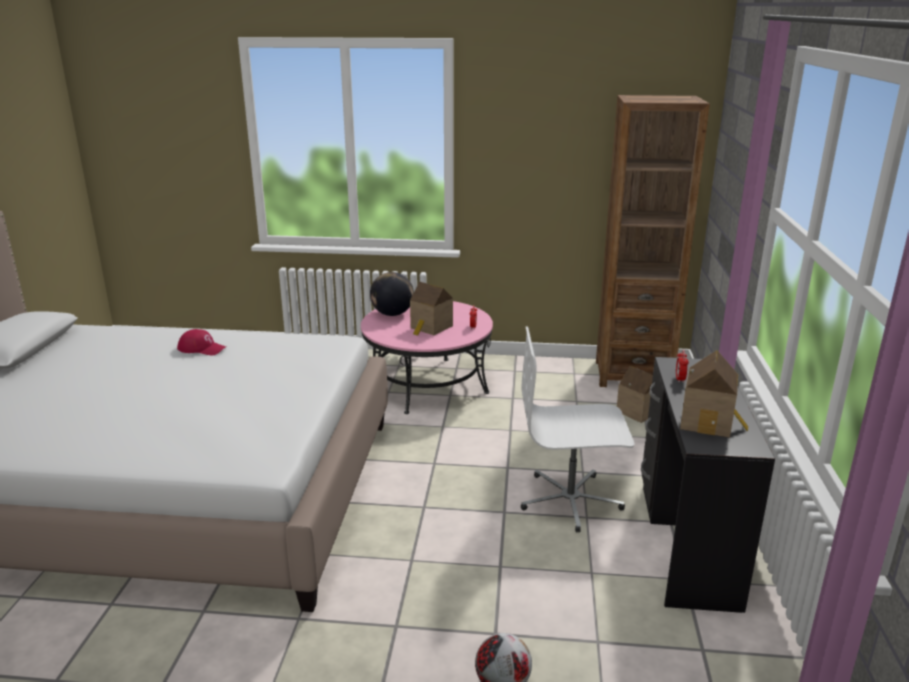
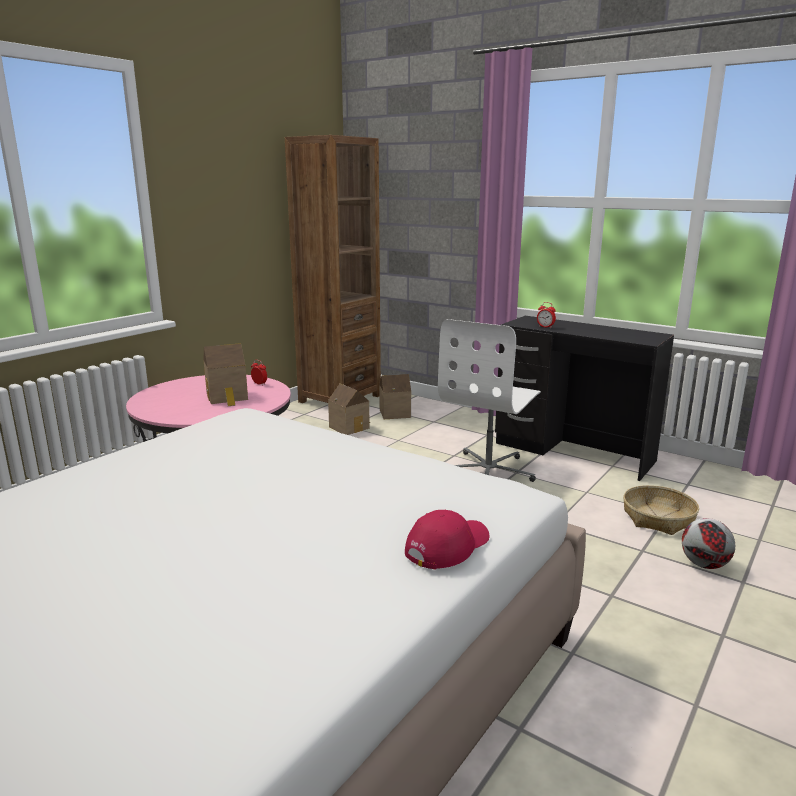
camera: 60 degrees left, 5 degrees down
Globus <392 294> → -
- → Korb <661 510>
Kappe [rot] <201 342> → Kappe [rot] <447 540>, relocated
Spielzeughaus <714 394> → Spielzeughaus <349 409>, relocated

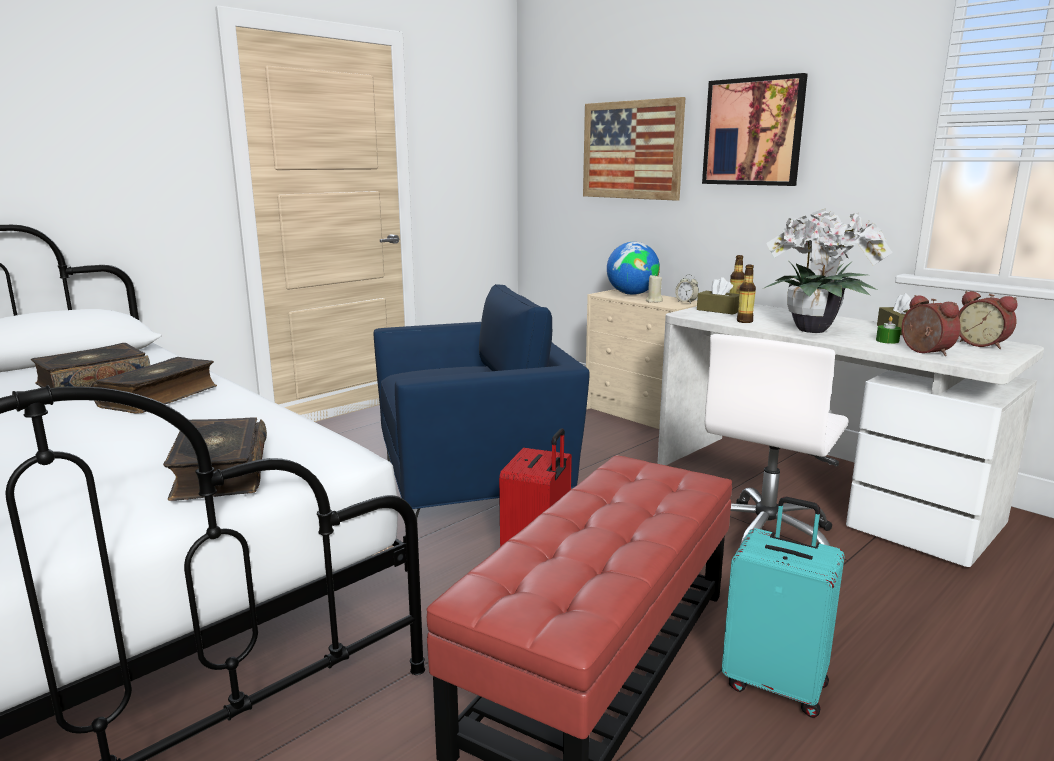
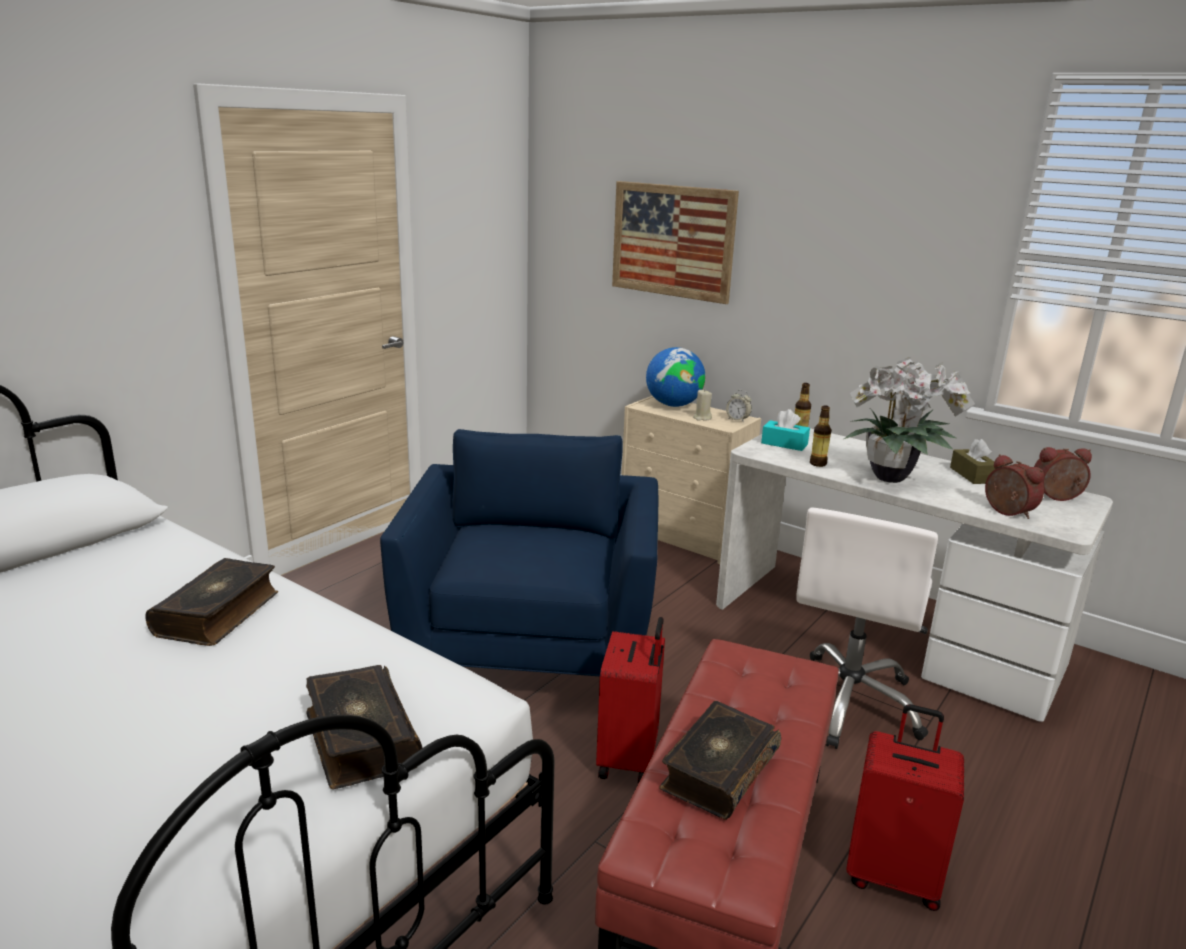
camera: 10 degrees left, 5 degrees up
Bild <755 129> → -
Kerze [grün] <888 330> → -
Buch <90 365> → Buch <720 760>, relocated
Taschentuchbox [braun] <718 295> → Taschentuchbox [türkis] <785 430>
Koffer [türkis] <783 607> → Koffer [rot] <905 807>
Sessel [blau] <482 406> → Sessel [blau] <519 552>, 60 degrees counterclockwise
Wecker <987 320> → Wecker <1063 474>, 135 degrees clockwise

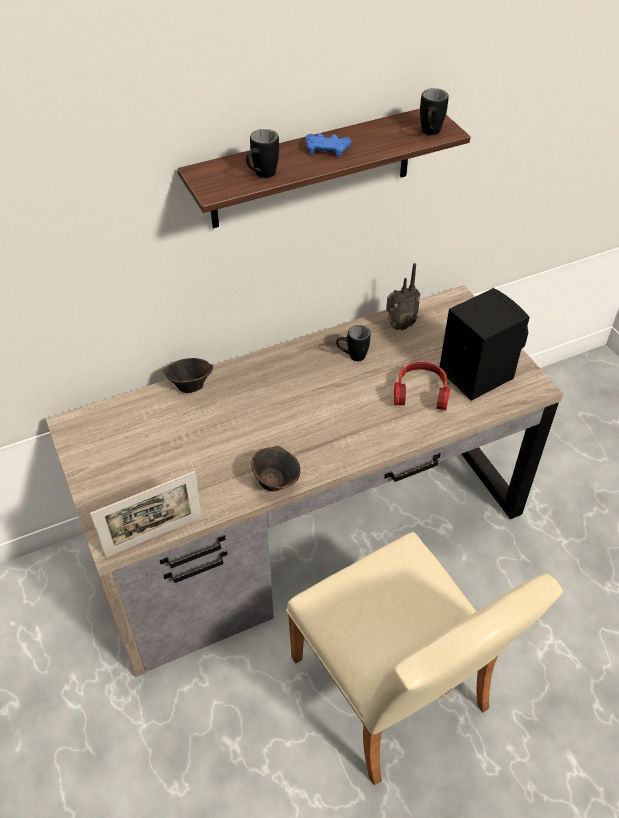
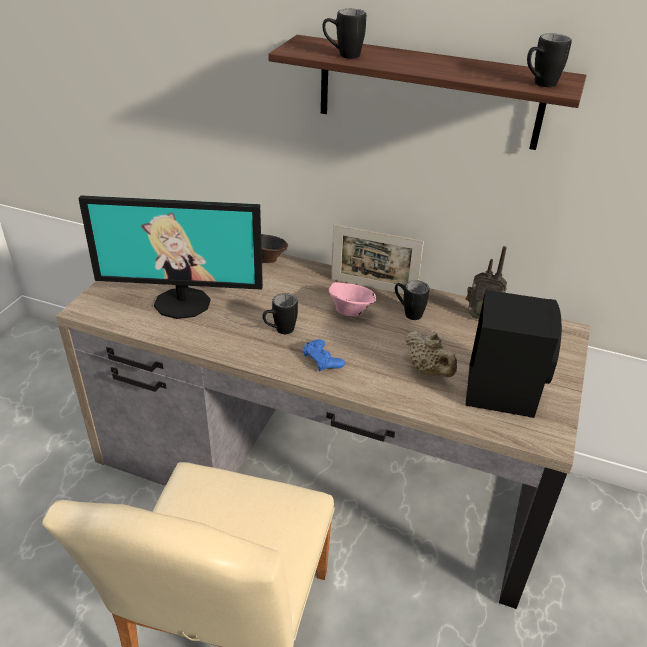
camera: 45 degrees right, 10 degrees down
Schüssel [braun] <275 468> → -
- → Monitor <170 257>
- → Henkelbecher [schwarz] <280 313>
- → Schüssel [rosa] <352 299>
Bilderrahmen <146 514> → Bilderrahmen <377 259>, relocated
Gamepad [blau] <328 145> → Gamepad [blau] <324 355>, relocated
Kopfhörer <422 385> → Teekanne [beige] <431 354>

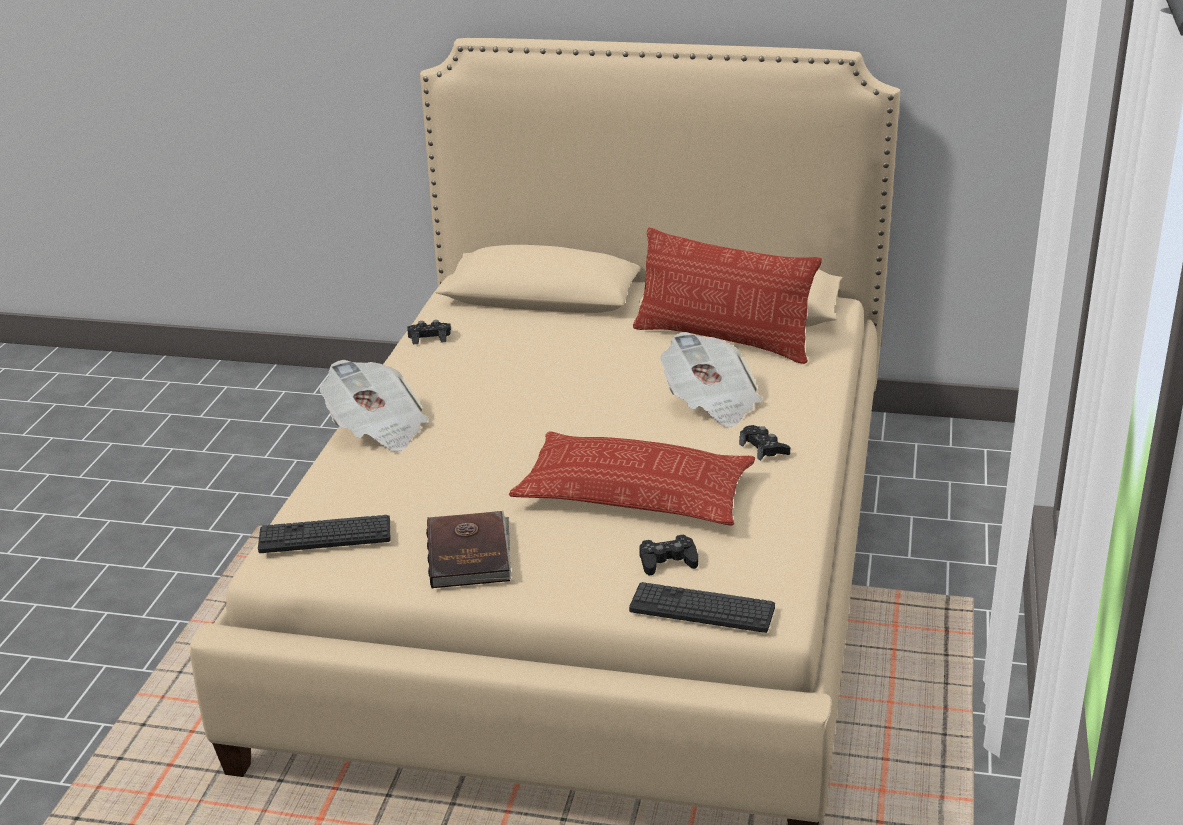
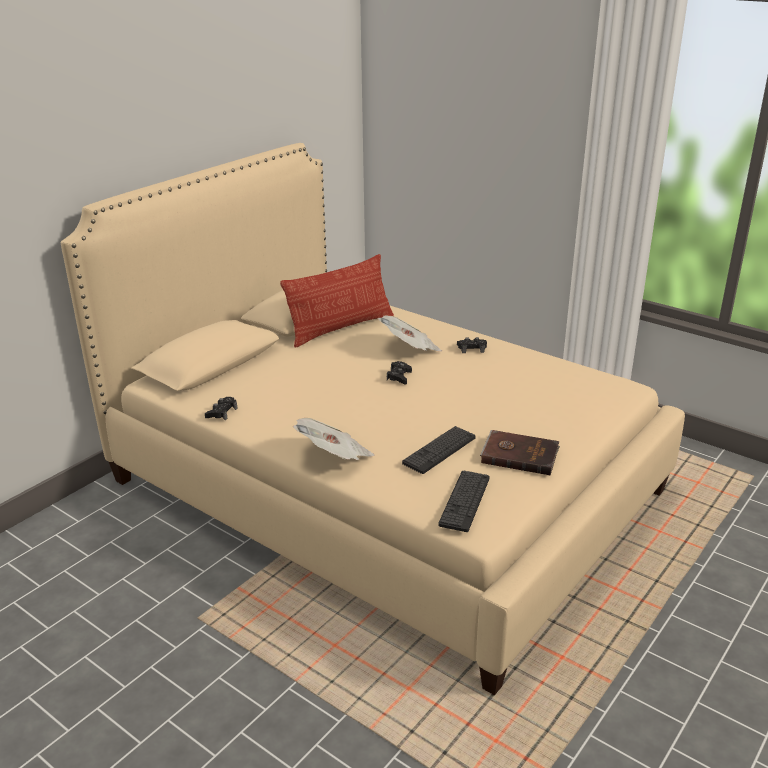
camera: 65 degrees left, 0 degrees up
Kissen <632 478> → -
Tastatur <702 607> → Tastatur <439 450>, relocated
Gamepad [schwarz] <668 555> → Gamepad [schwarz] <399 372>, relocated

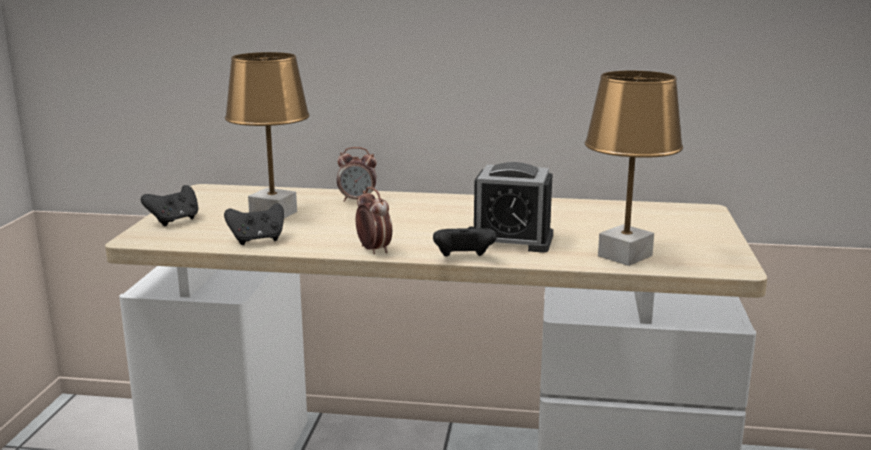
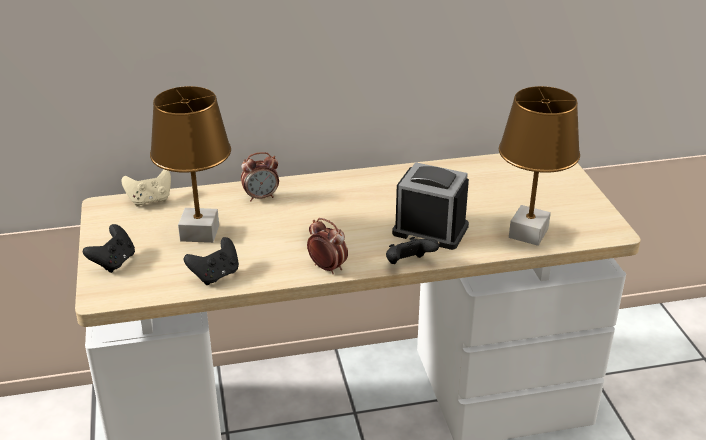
camera: 20 degrees left, 15 degrees up
- → Gamepad [beige] <146 188>
Wecker <513 207> → Wecker <430 206>, 150 degrees counterclockwise

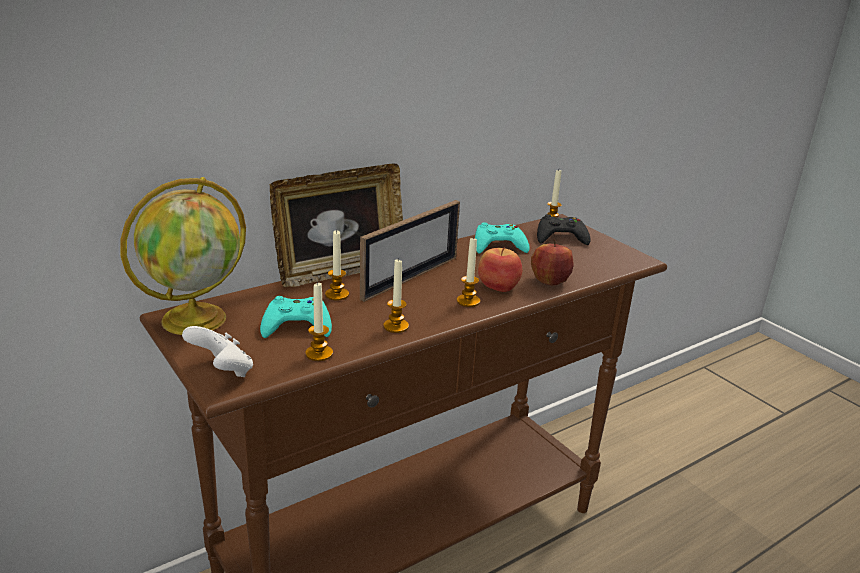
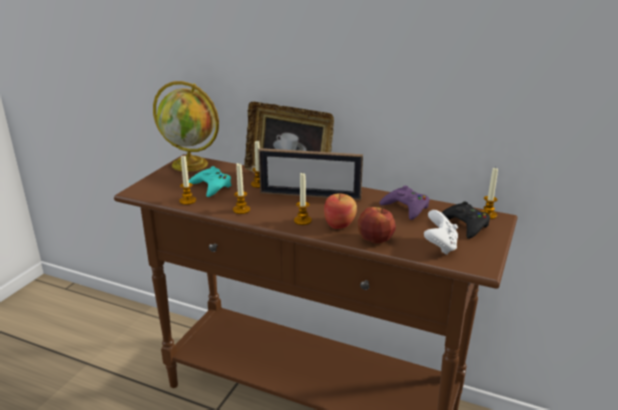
camera: 60 degrees right, 0 degrees up
Gamepad [weiß] <217 351> → Gamepad [weiß] <441 232>, relocated
Gamepad [türkis] <502 238> → Gamepad [lila] <404 203>

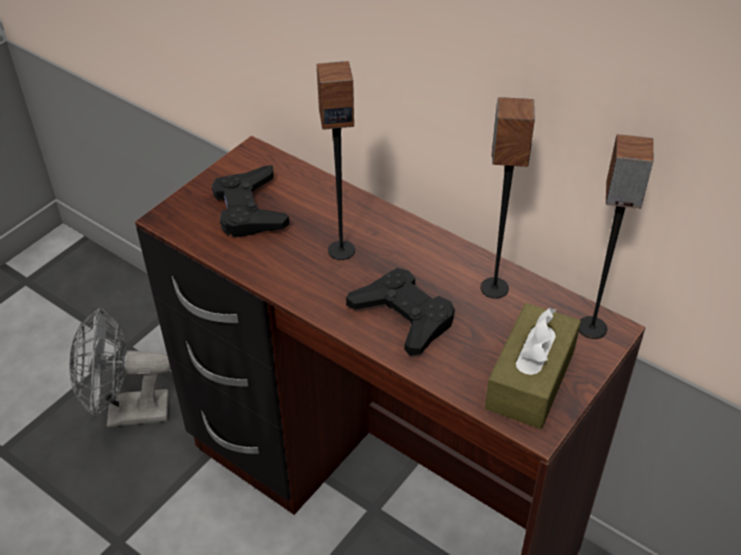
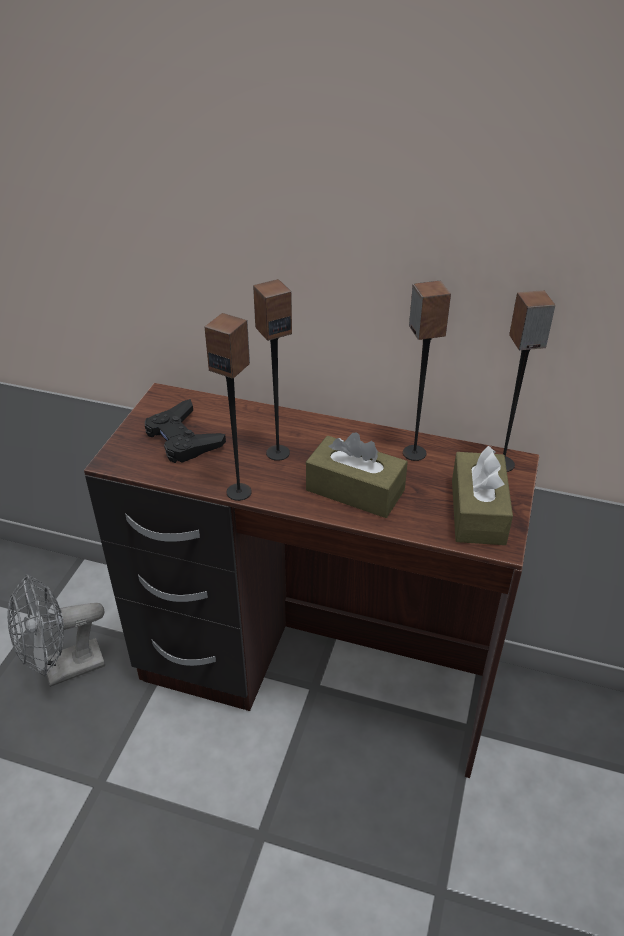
camera: 20 degrees left, 5 degrees down
- → Lautsprecher <228 407>
Gamepad [schwarz] <400 312> → Taschentuchbox [braun] <357 475>

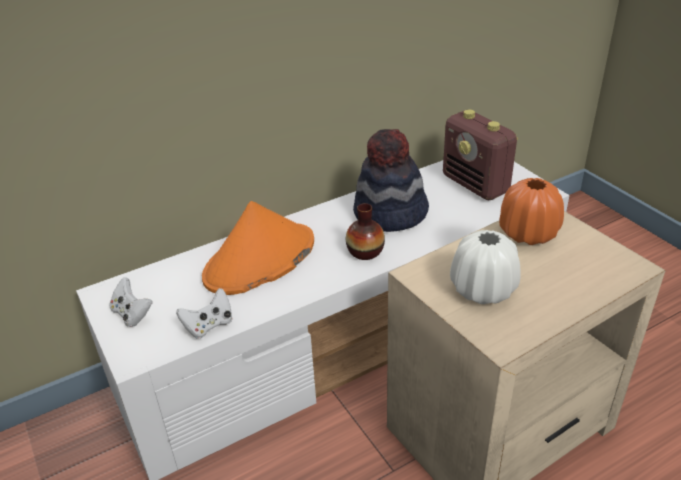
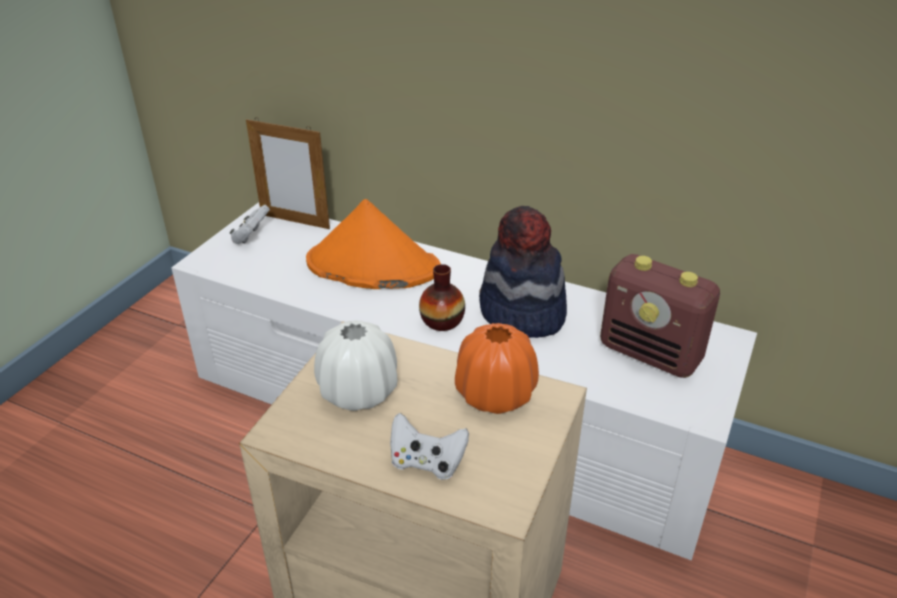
camera: 55 degrees right, 0 degrees up
- → Bilderrahmen <288 173>
Gamepad [weiß] <204 313> → Gamepad [weiß] <429 446>, relocated
Radio <480 154> → Radio <660 316>, 75 degrees counterclockwise

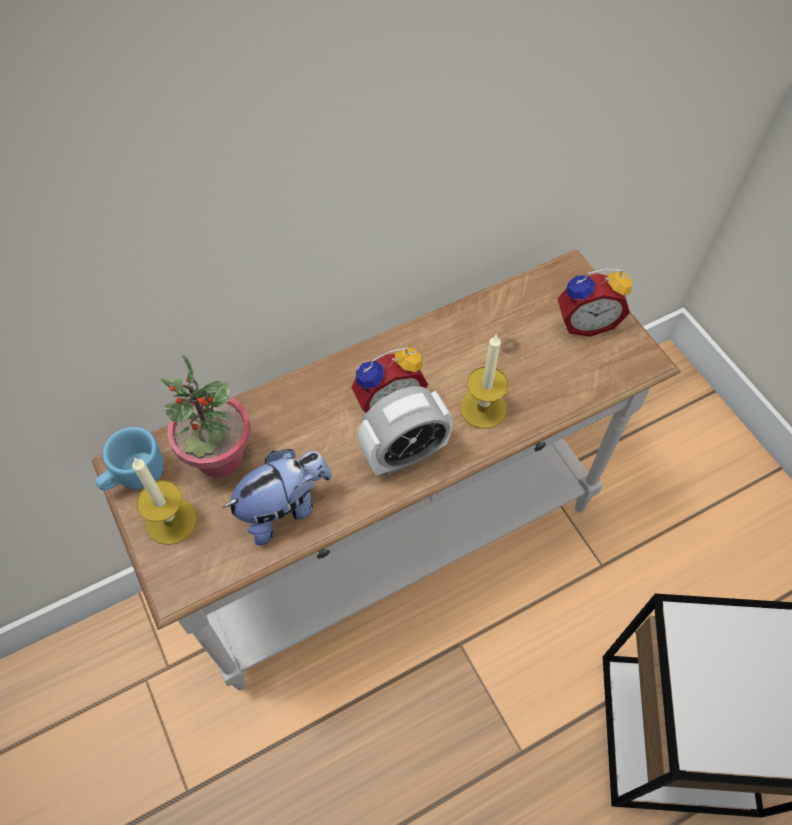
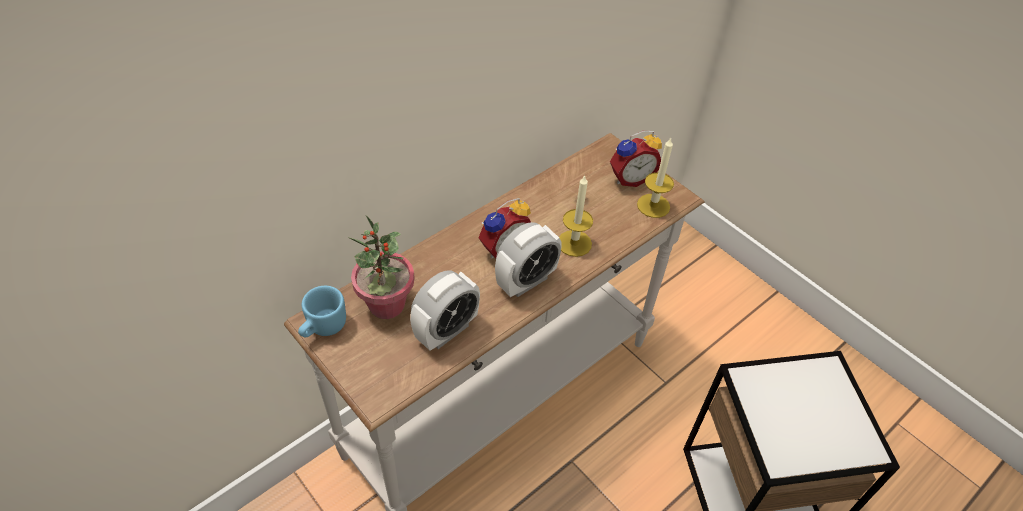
camera: 15 degrees left, 10 degrees down
Kerze <164 501> → Kerze <655 178>, relocated
Plüschtier <277 497> → Wecker <445 310>

